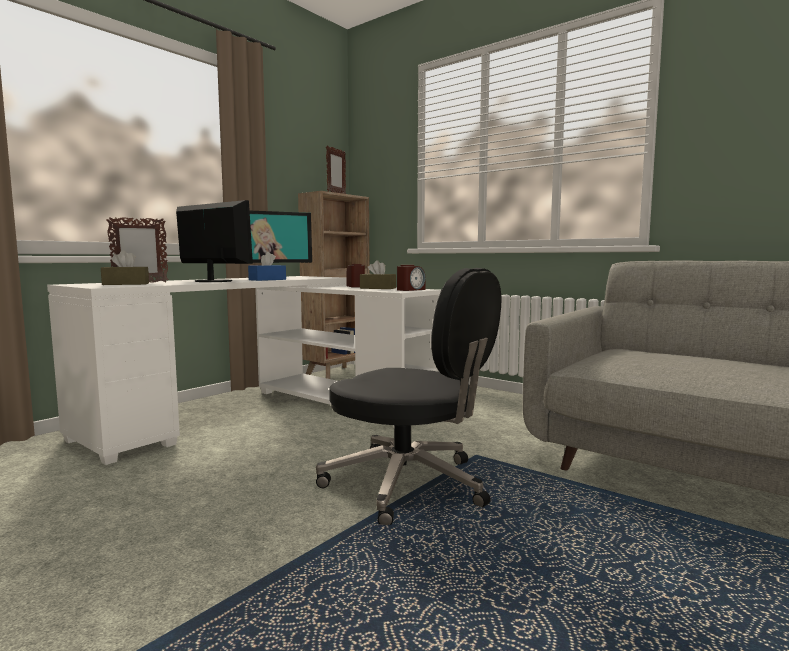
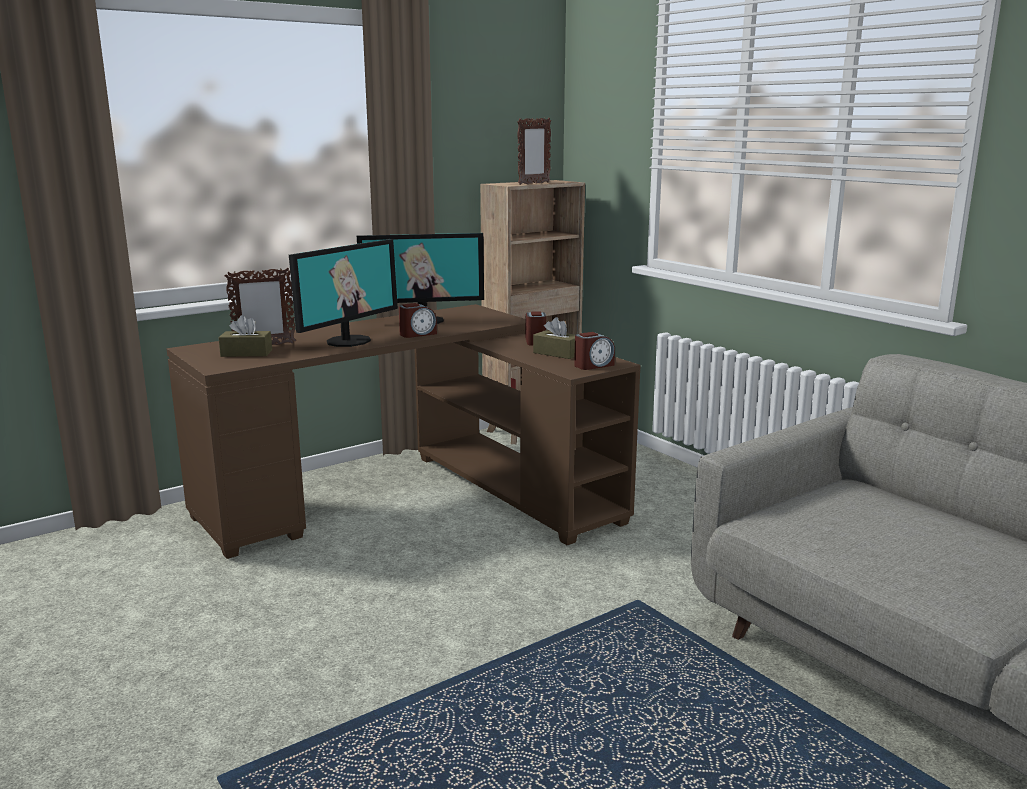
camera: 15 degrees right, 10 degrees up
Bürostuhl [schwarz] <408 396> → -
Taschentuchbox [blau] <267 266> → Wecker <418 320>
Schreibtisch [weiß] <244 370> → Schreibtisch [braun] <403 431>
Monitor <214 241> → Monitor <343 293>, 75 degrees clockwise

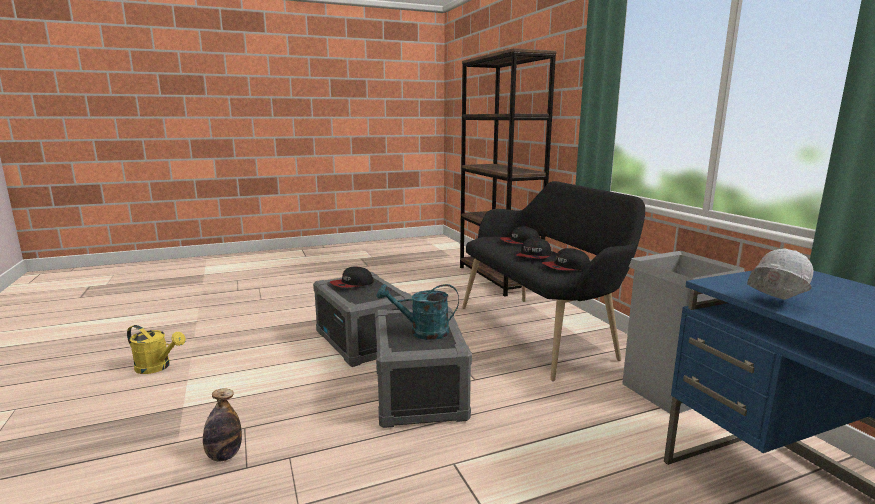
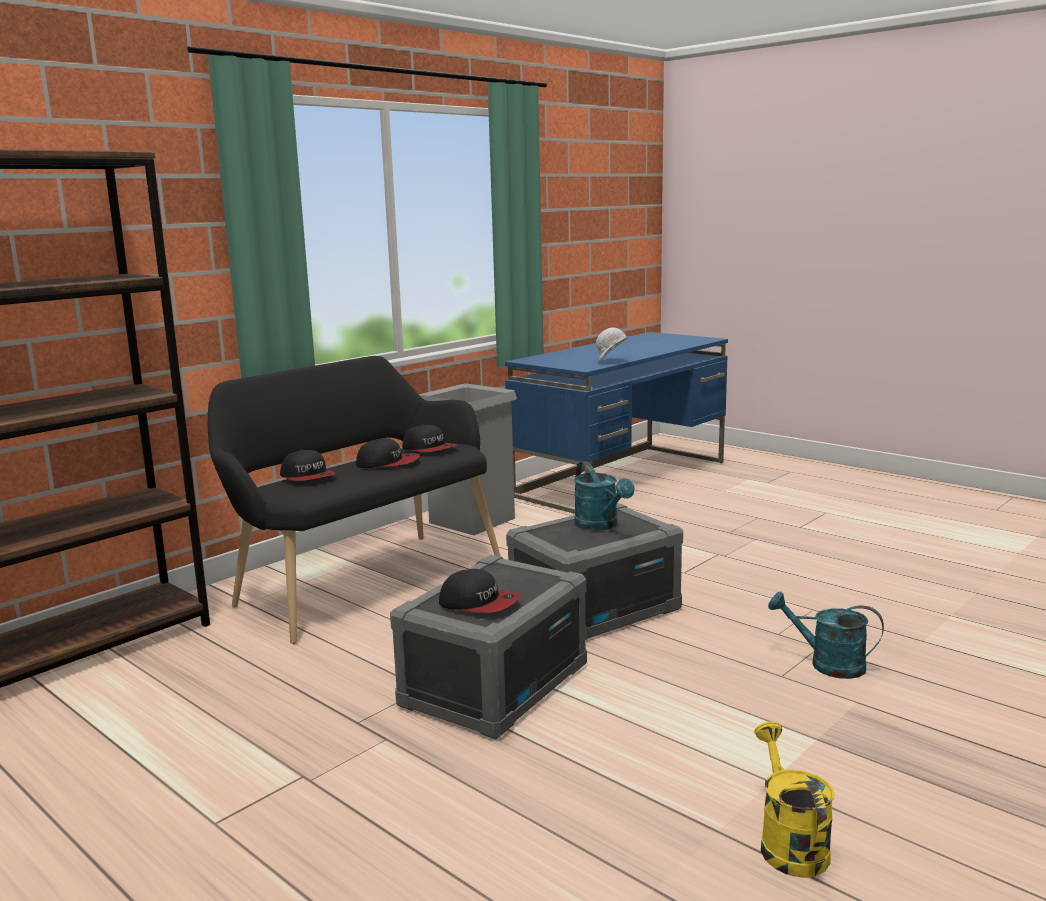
camera: 115 degrees left, 0 degrees up
Flasche <222 424> → Gießkanne [türkis] <826 635>

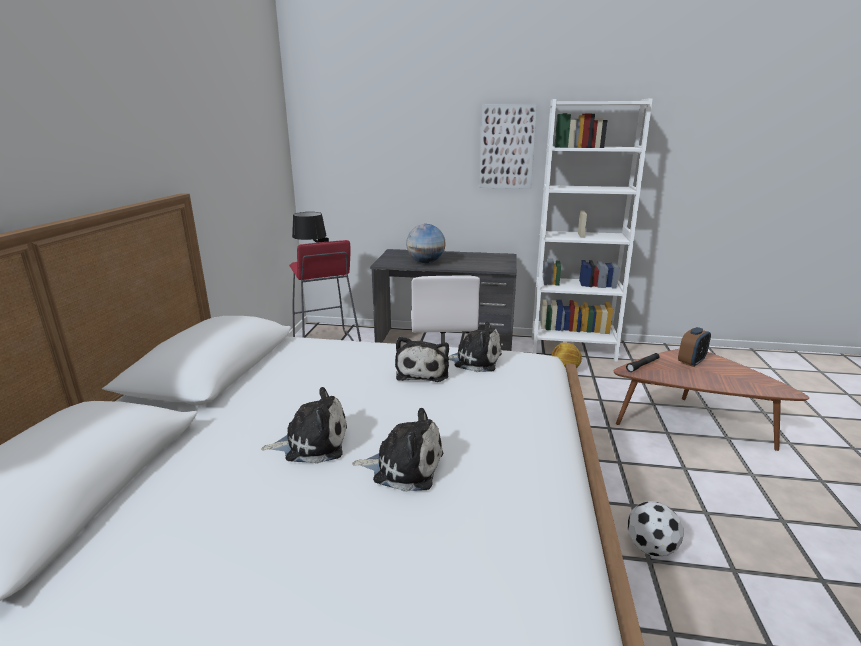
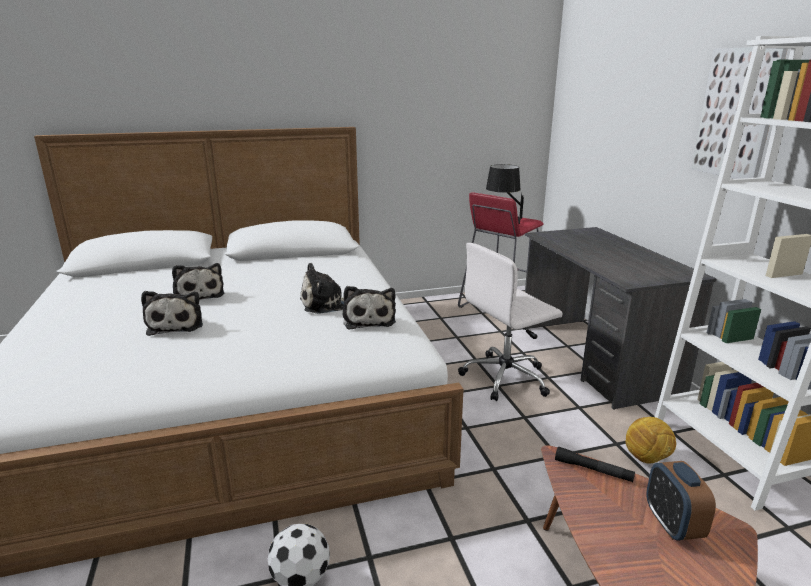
camera: 65 degrees right, 0 degrees up
Globus <426 244> → -
Wecker <694 347> → Wecker <681 501>, 60 degrees clockwise

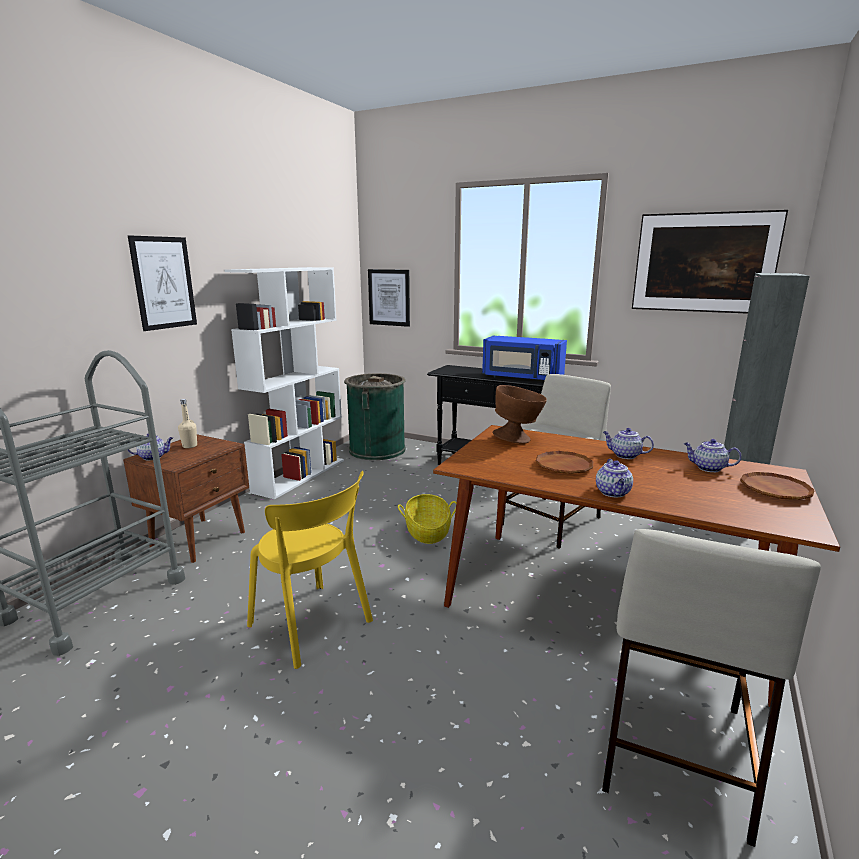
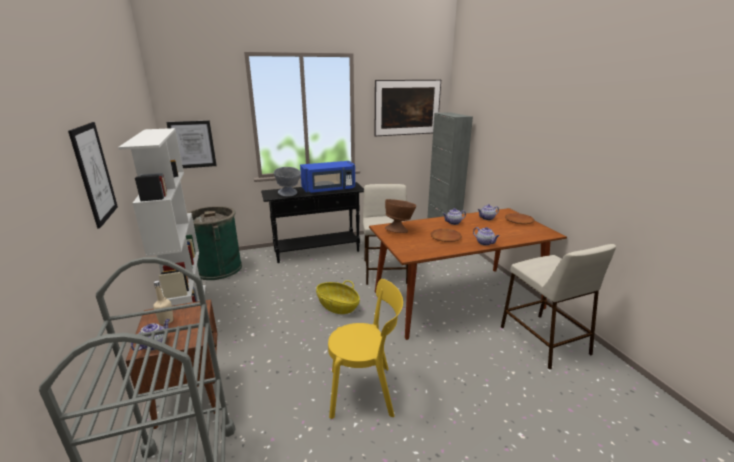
camera: 45 degrees left, 5 degrees up
- → Schüssel [grau] <287 182>

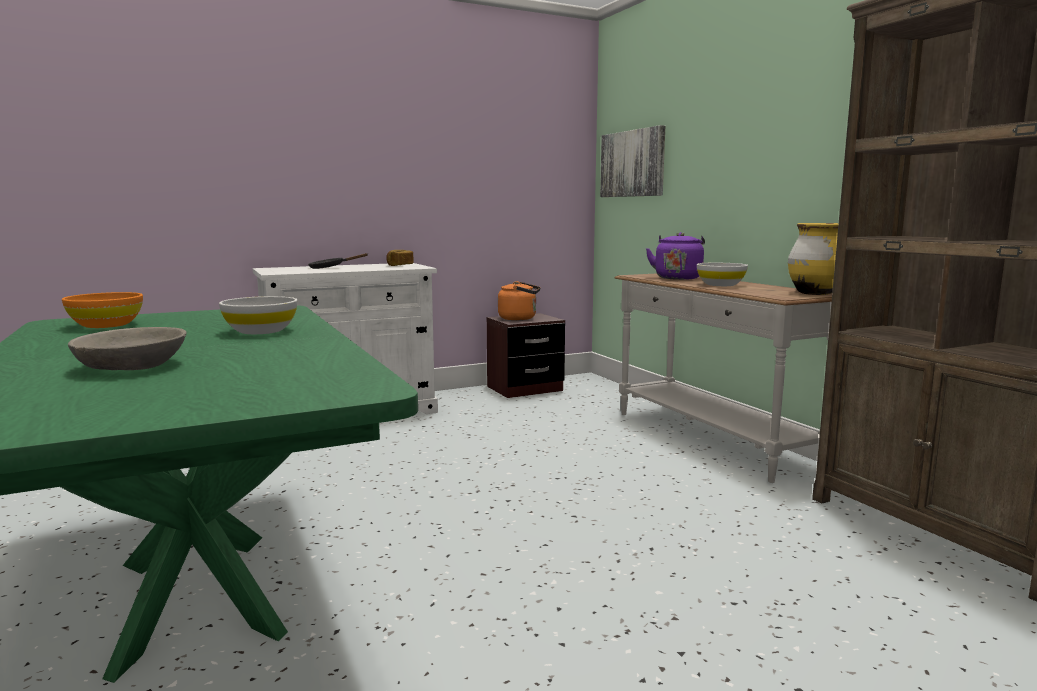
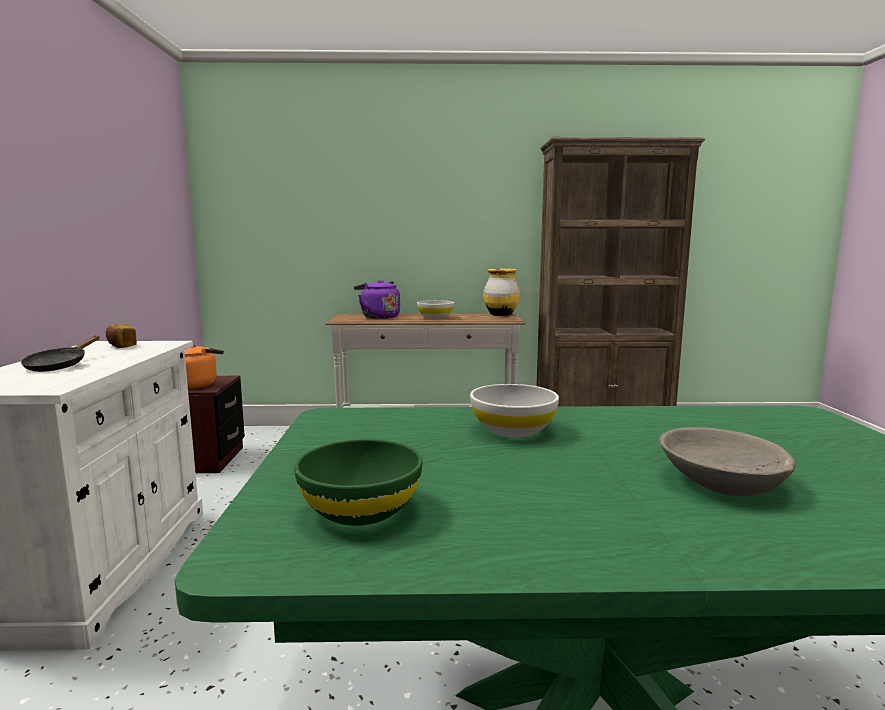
camera: 65 degrees left, 0 degrees up
Bild <632 161> → -
Schüssel [orange] <102 310> → Schüssel [grün] <358 482>

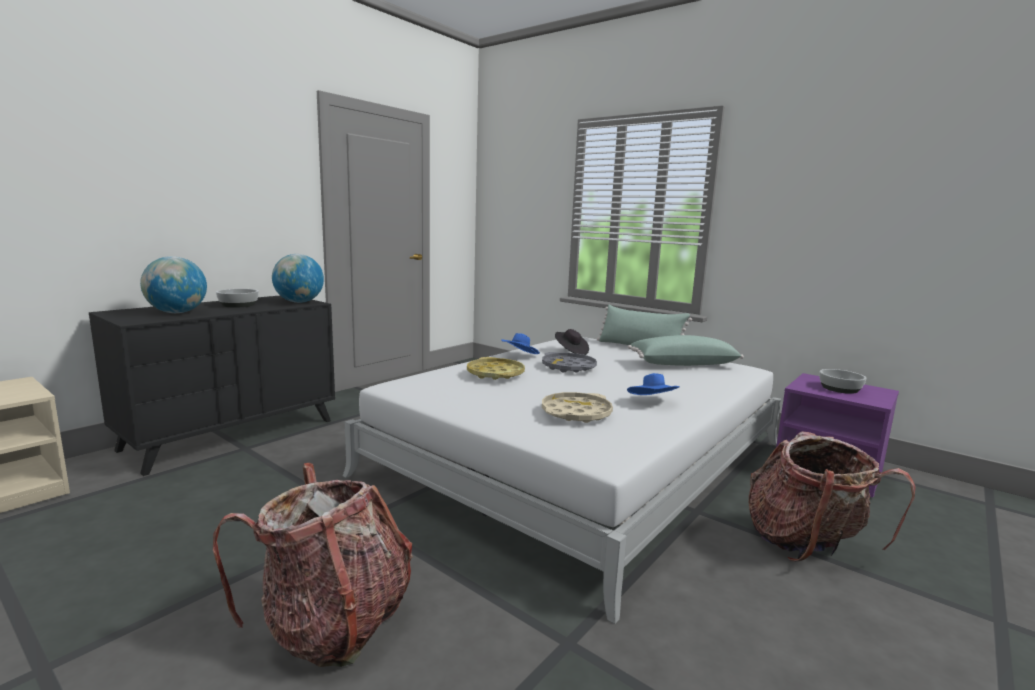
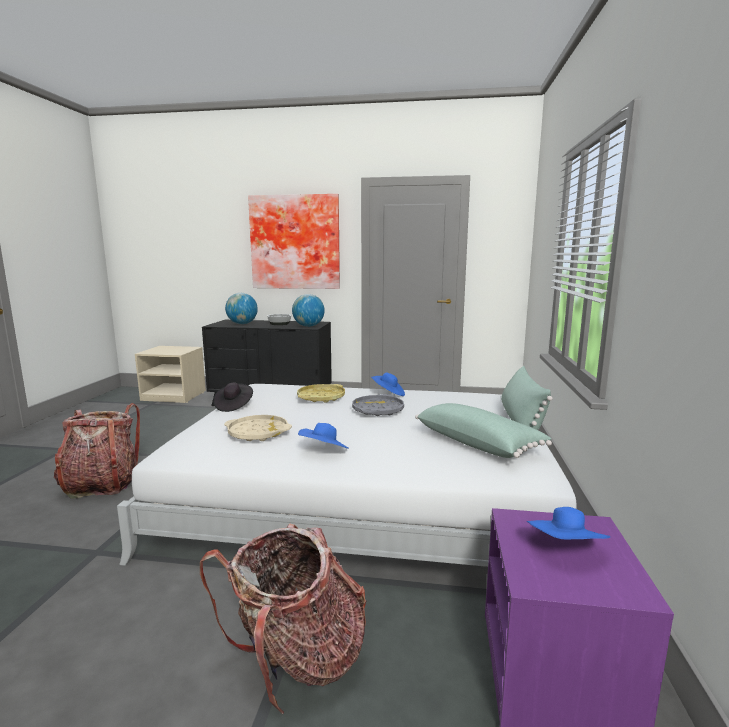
camera: 60 degrees right, 0 degrees up
- → Bild <294 241>
Hut [schwarz] <572 342> → Hut [schwarz] <233 397>, relocated
Schüssel <843 381> → Hut [blau] <568 523>

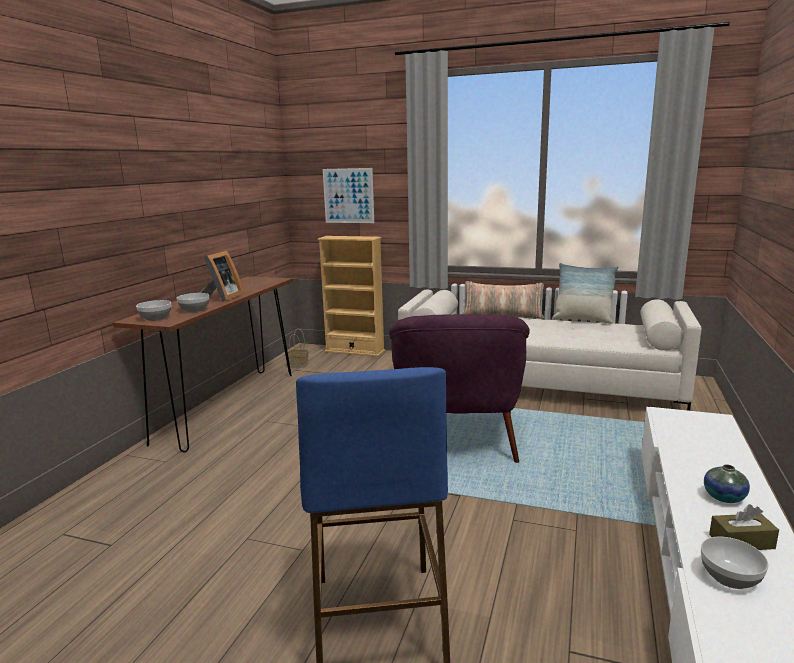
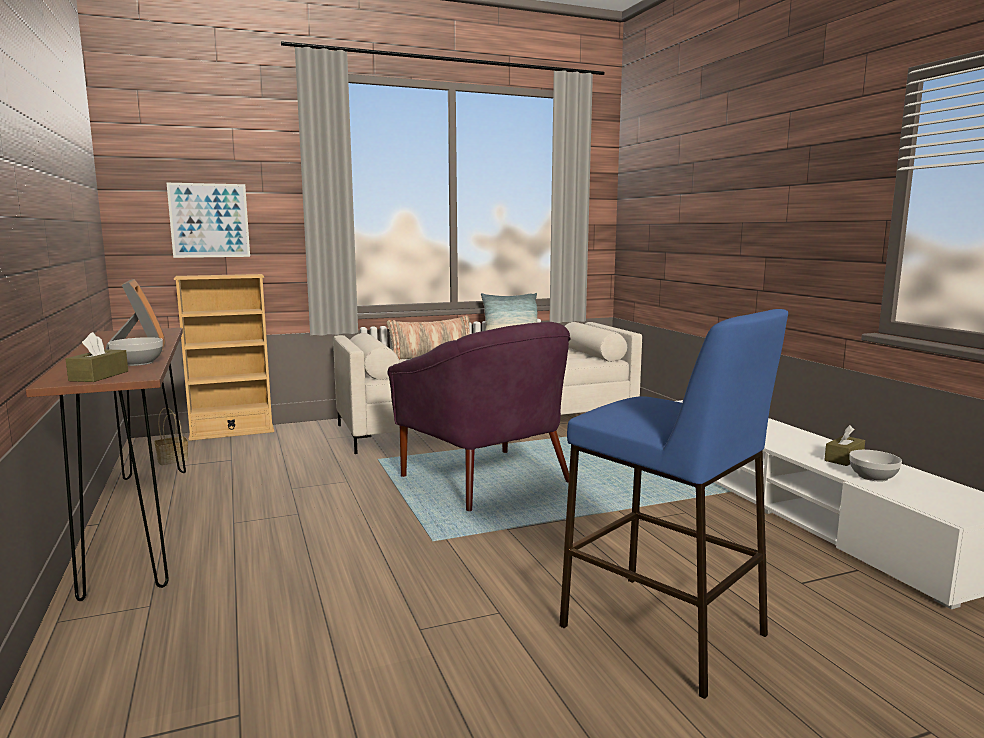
camera: 40 degrees left, 5 degrees down
Vase <727 483> → -
Schüssel <153 310> → Taschentuchbox [braun] <97 357>

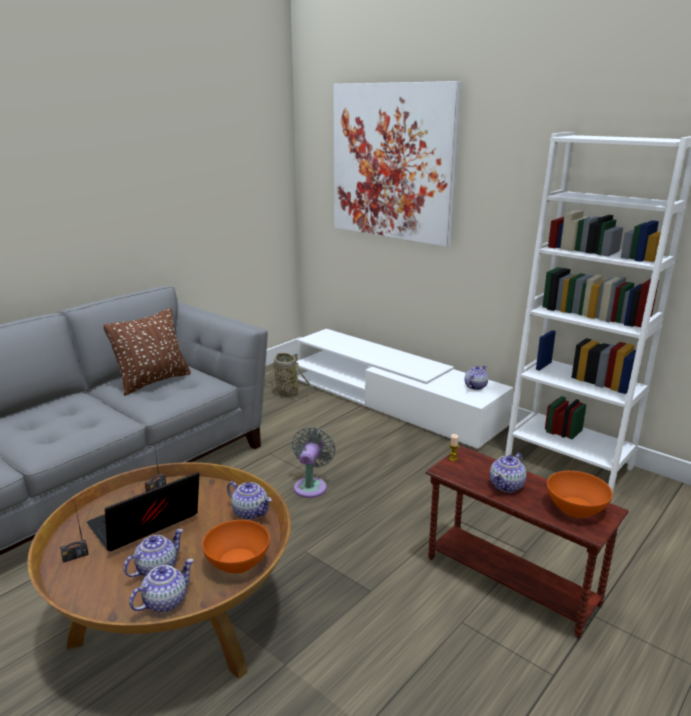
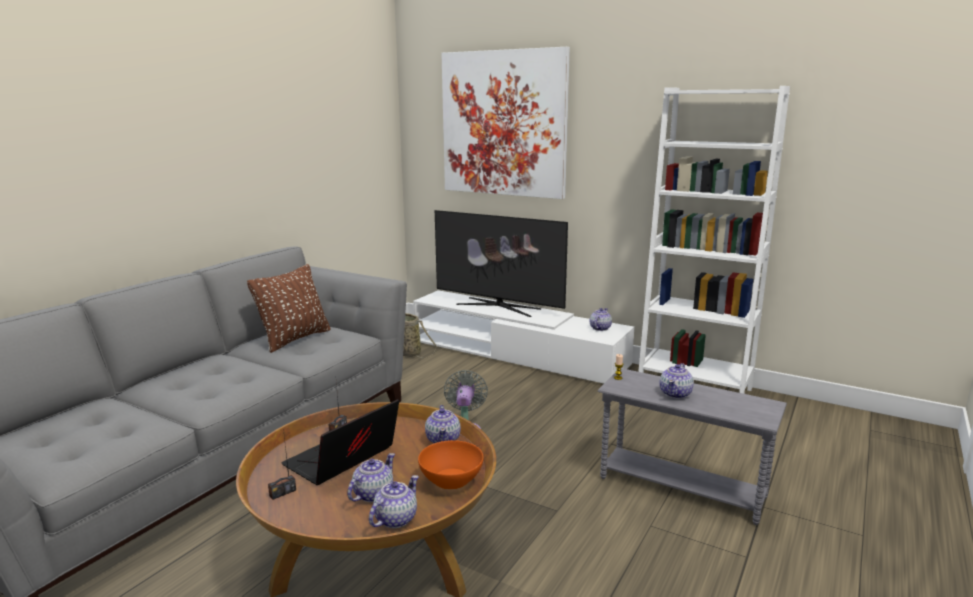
camera: 10 degrees left, 5 degrees down
Schüssel [orange] <580 494> → -
- → Fernseher <501 263>
Beistelltisch [braun] <527 542> → Beistelltisch [grau] <692 446>
Teekanne <249 500> → Teekanne <443 424>, 60 degrees clockwise

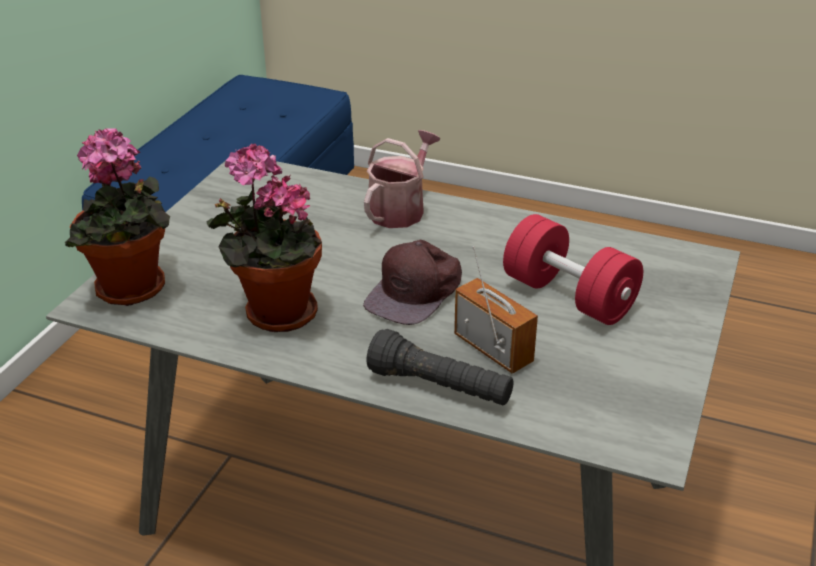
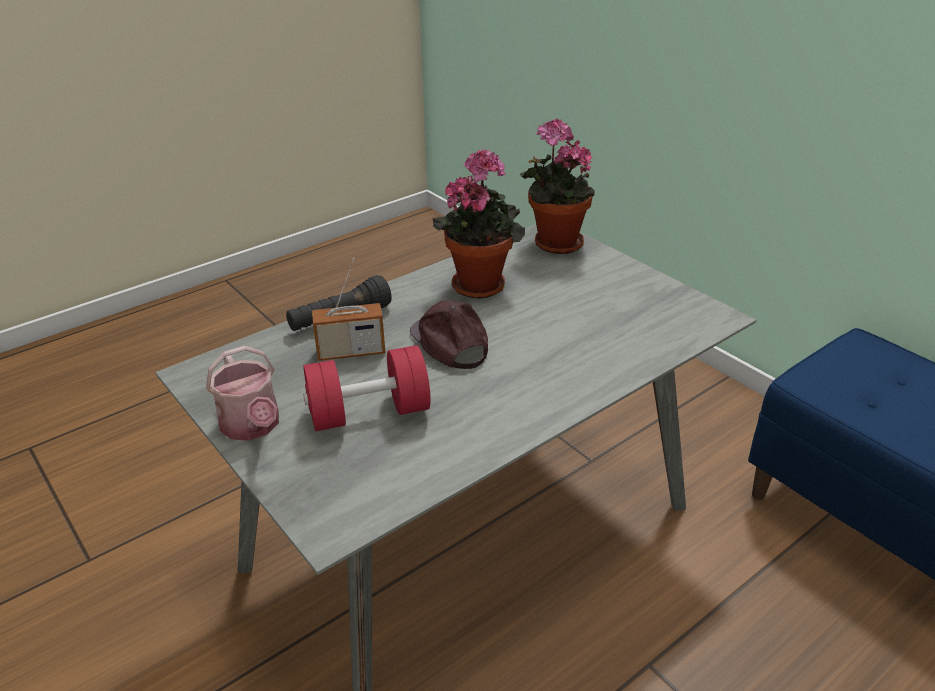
camera: 120 degrees right, 0 degrees up
Gießkanne <402 179> → Gießkanne <242 393>, relocated

